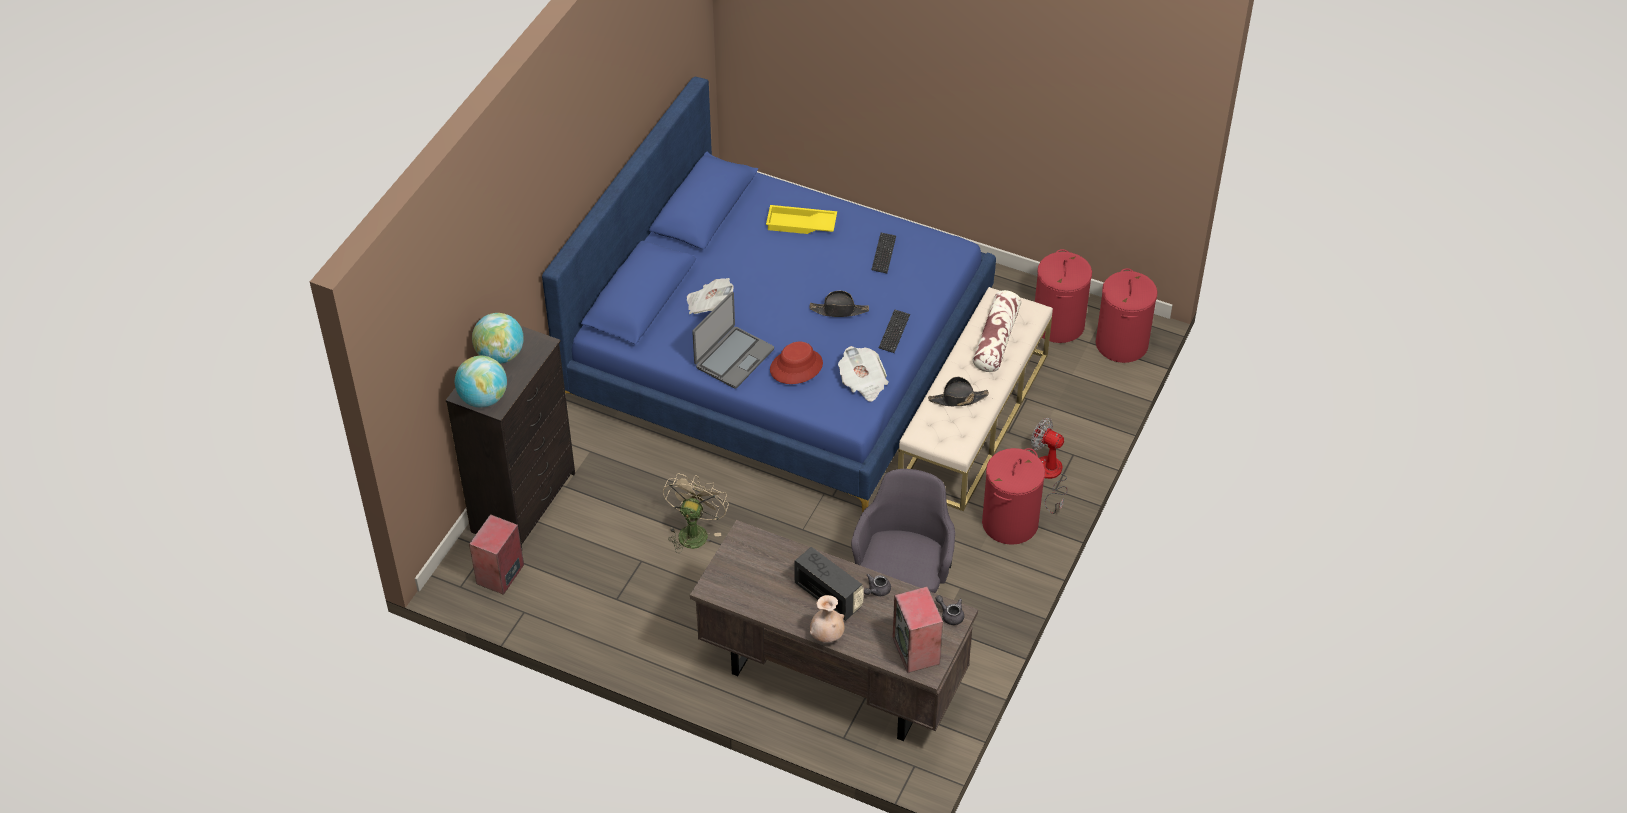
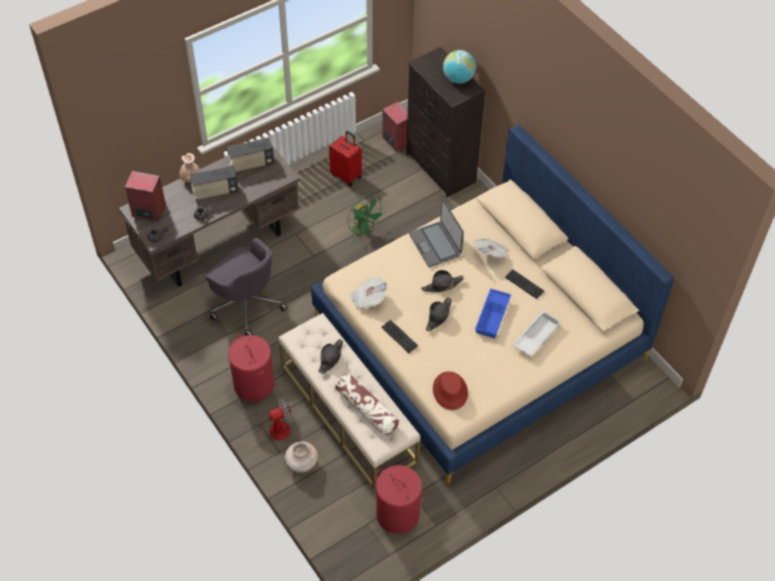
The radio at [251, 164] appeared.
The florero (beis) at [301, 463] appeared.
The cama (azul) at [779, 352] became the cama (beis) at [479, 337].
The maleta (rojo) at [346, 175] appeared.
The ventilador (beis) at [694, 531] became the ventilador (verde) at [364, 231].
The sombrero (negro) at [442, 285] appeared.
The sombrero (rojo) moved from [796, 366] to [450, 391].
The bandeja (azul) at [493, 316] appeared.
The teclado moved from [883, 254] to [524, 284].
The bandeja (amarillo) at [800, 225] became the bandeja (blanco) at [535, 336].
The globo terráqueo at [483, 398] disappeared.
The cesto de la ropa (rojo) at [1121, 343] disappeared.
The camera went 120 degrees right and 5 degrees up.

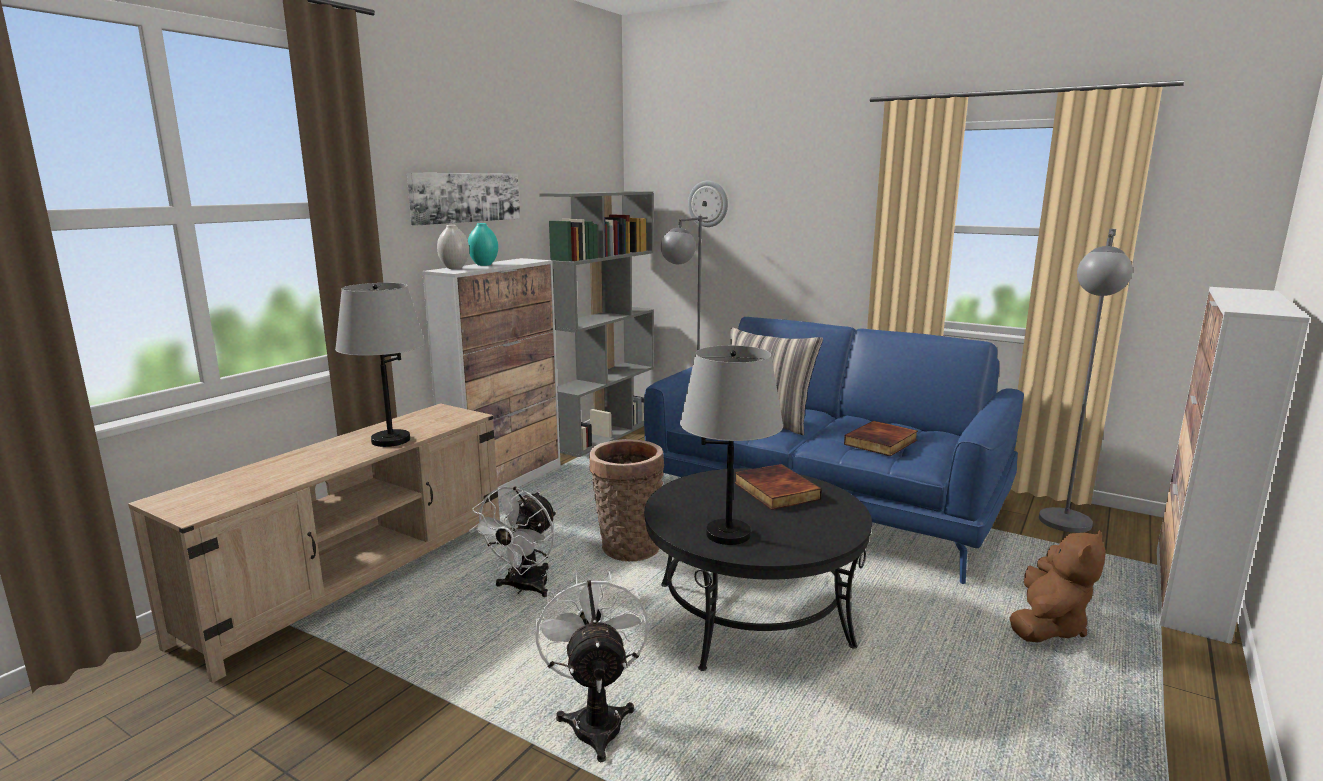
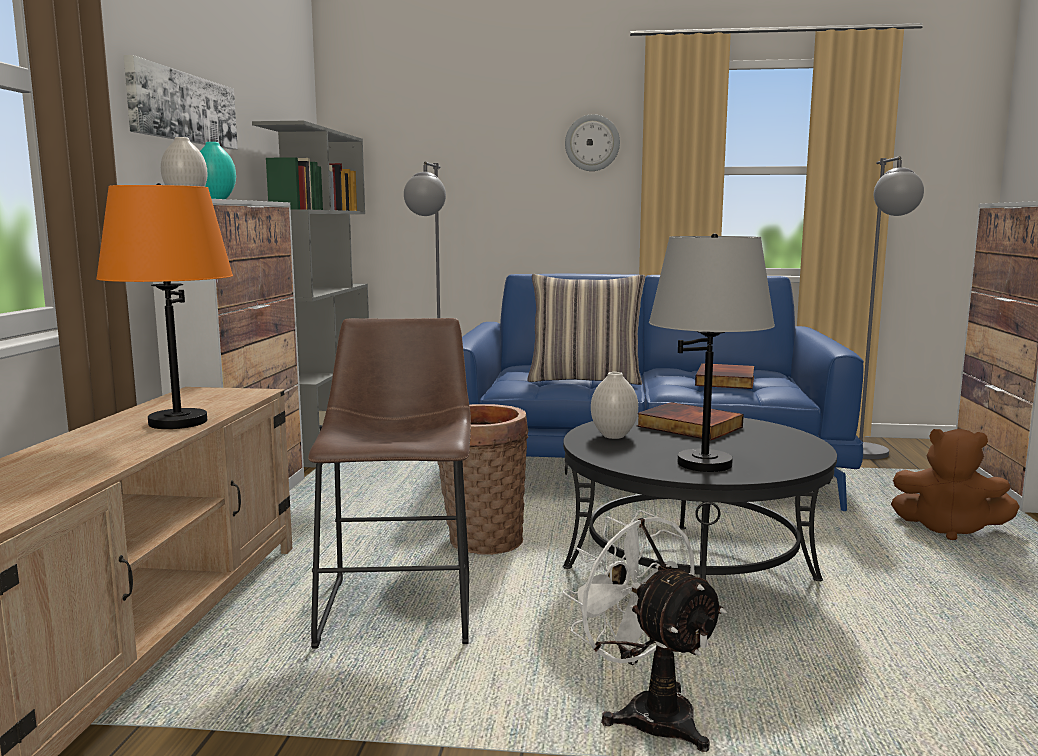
The lámpara de mesa (gris) at [391, 440] became the lámpara de mesa (naranja) at [178, 422].
The ventilador (blanco) at [524, 588] was replaced by the taburete (marrón) at [400, 605].
The reloj de pared moved from [708, 204] to [592, 143].
The florero (blanco) at [613, 436] appeared.
The peluche (marrón) at [1047, 626] turned 105 degrees clockwise.
The camera went 25 degrees left and 5 degrees down.

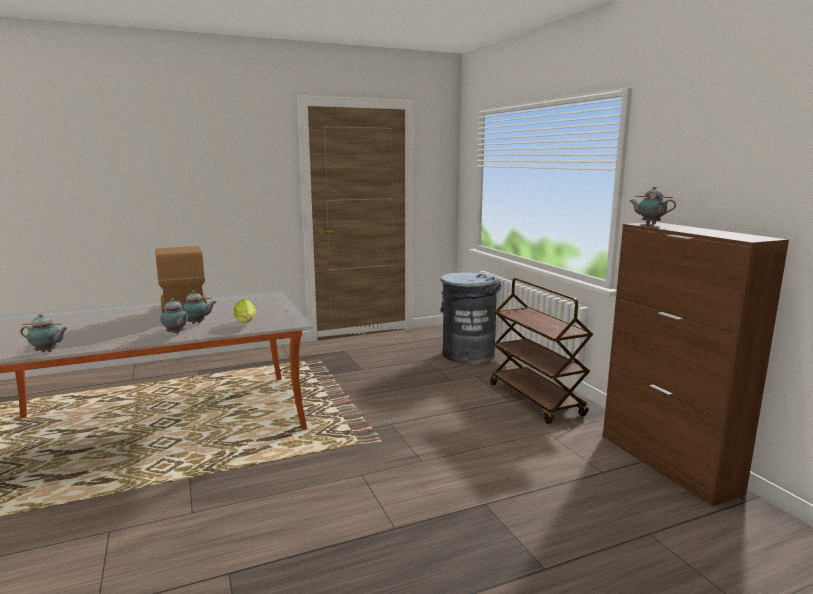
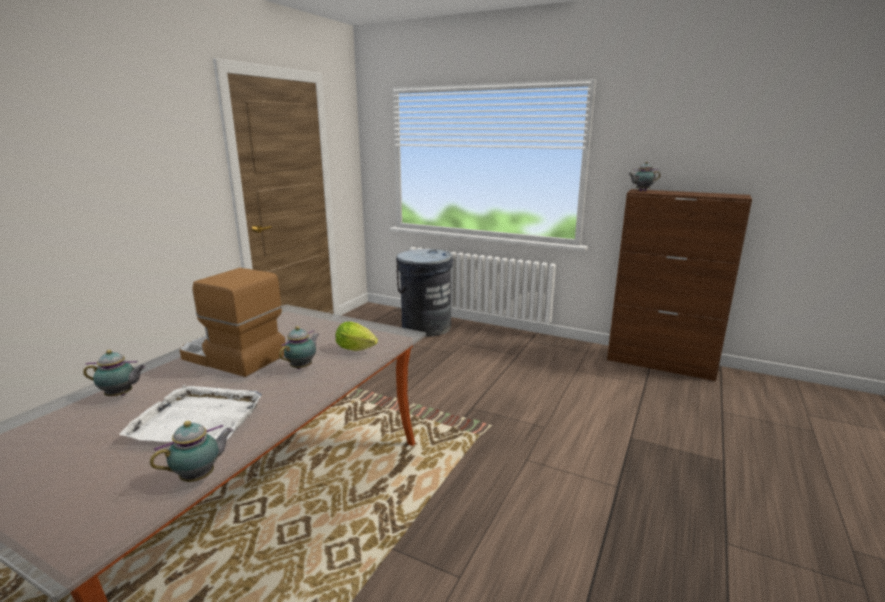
The tetera moved from [176, 333] to [121, 395].
The bandeja (blanco) at [198, 419] appeared.
The carrito (marrón) at [536, 400] disappeared.
The camera went 40 degrees left and 5 degrees up.

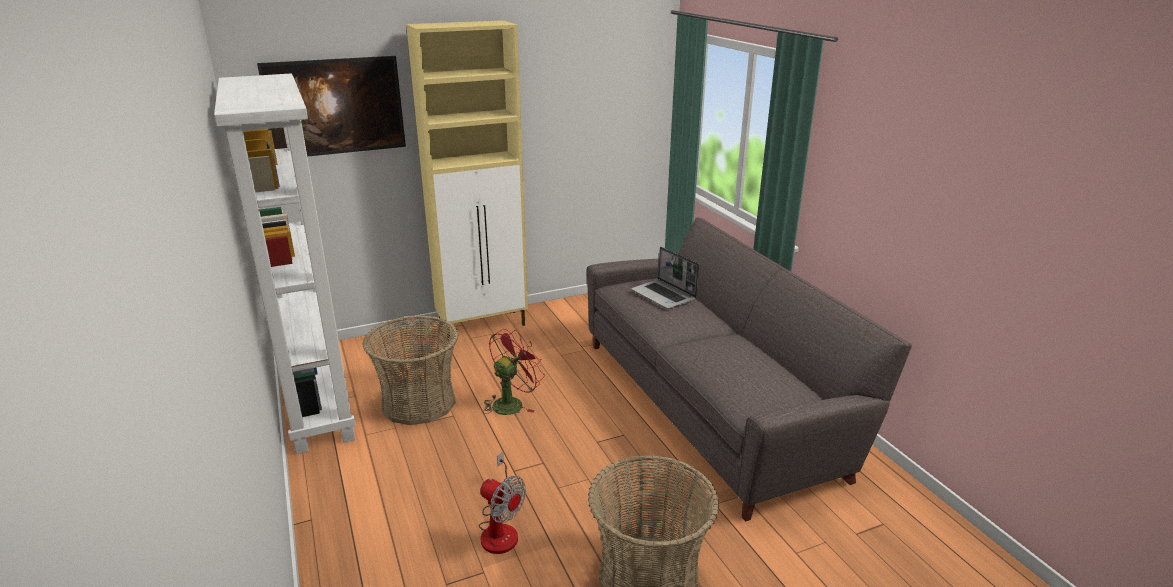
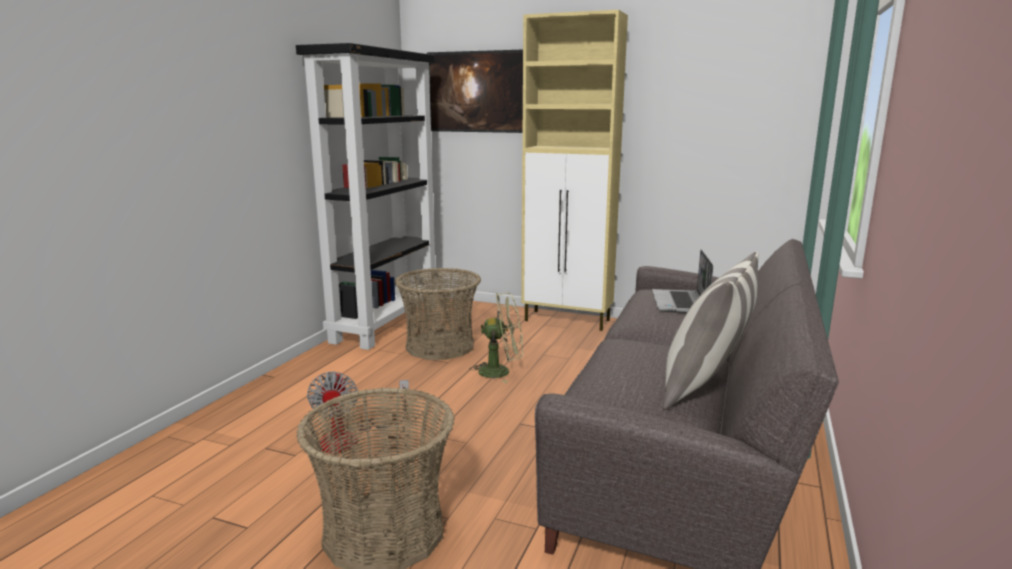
The estantería (blanco) at [316, 401] became the estantería (negro) at [386, 323].
The ventilador (rojo) at [512, 403] became the ventilador (verde) at [501, 371].
The cojín at [706, 387] appeared.
The camera went 45 degrees right and 10 degrees down.

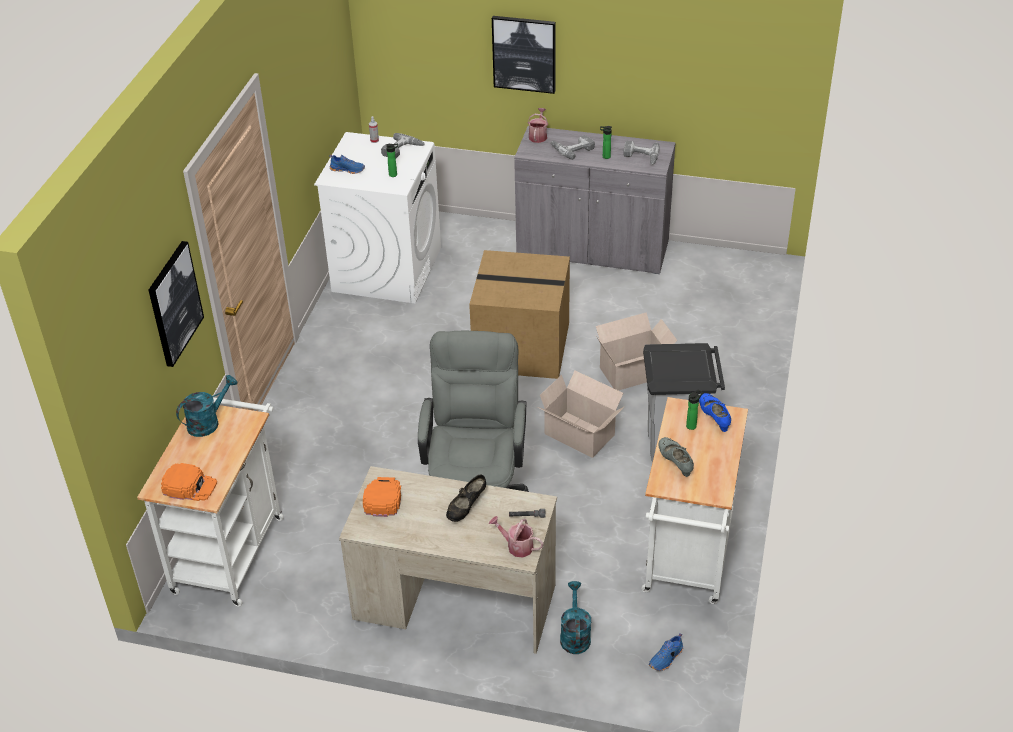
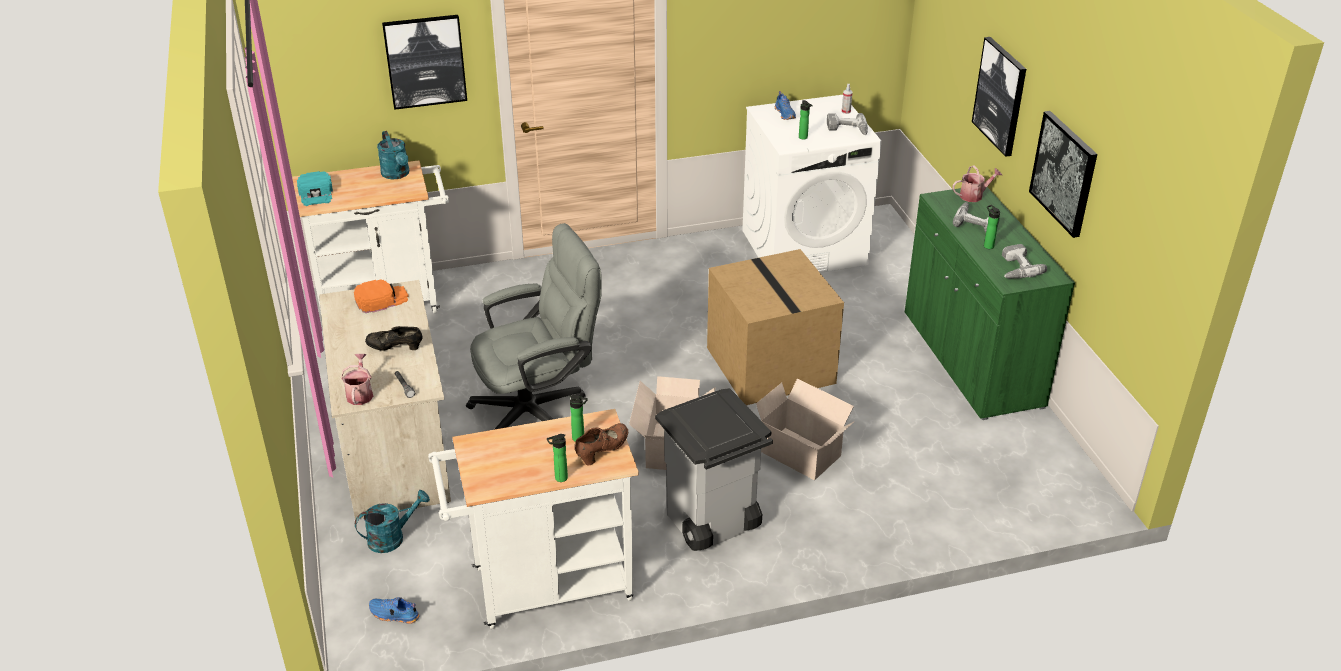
The gorra (naranja) at [190, 486] became the gorra (turquesa) at [316, 193].
The regadera (turquesa) at [208, 422] turned 45 degrees clockwise.
The botella at [559, 478] appeared.
The zapato (azul) at [714, 418] became the zapato (marrón) at [602, 451].
The armario (gris) at [592, 250] became the armario (verde) at [971, 359].
The cuadro at [1064, 173] appeared.
The zapato (gris) at [675, 463] disappeared.
The camera went 60 degrees right and 5 degrees down.

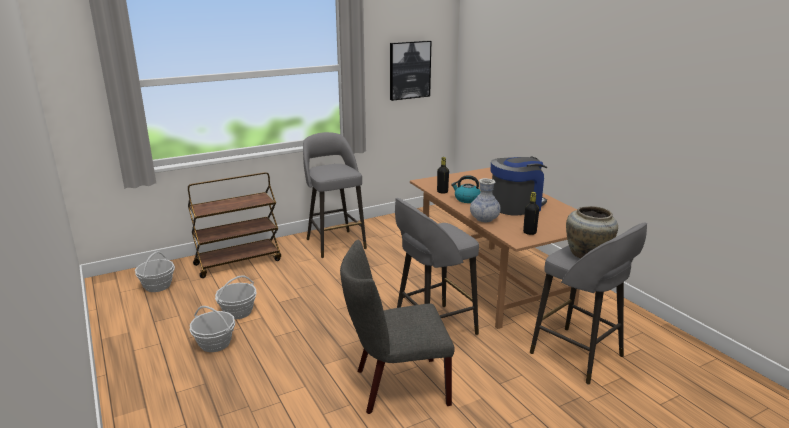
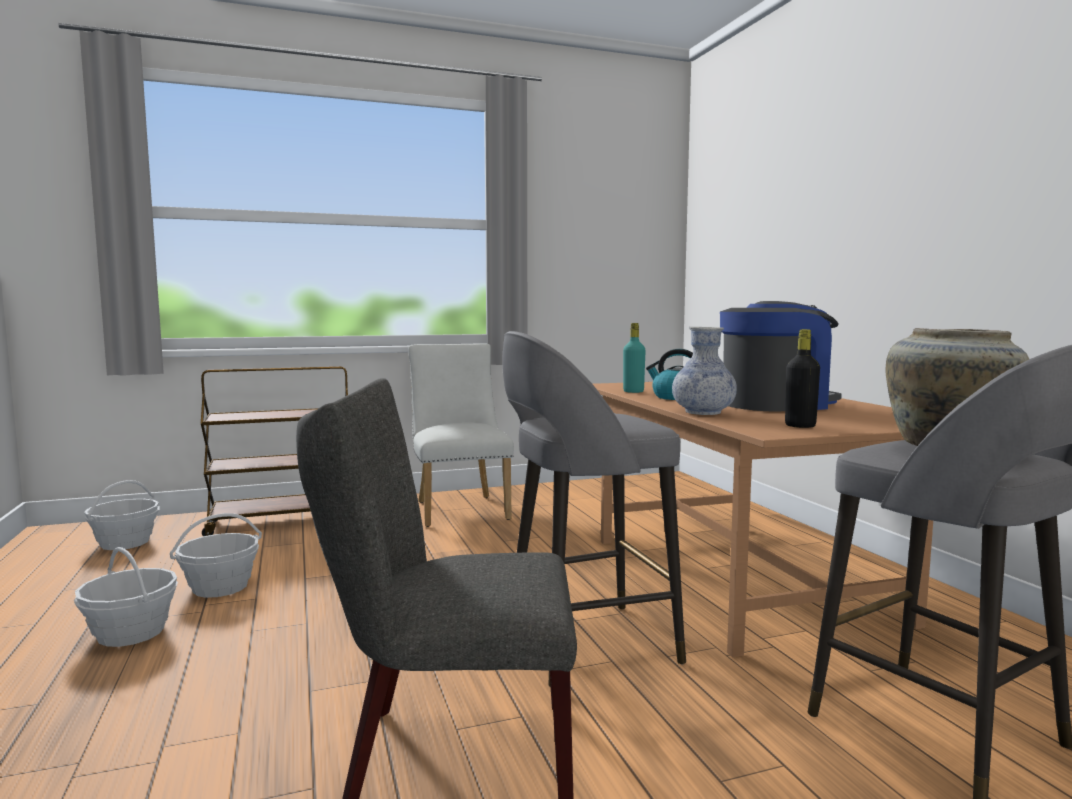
The taburete (gris) at [335, 243] was replaced by the silla (blanco) at [459, 508].
The botella (negro) at [442, 192] became the botella (turquesa) at [633, 391].
The cuadro at [409, 70] disappeared.
The camera went 10 degrees right and 15 degrees down.

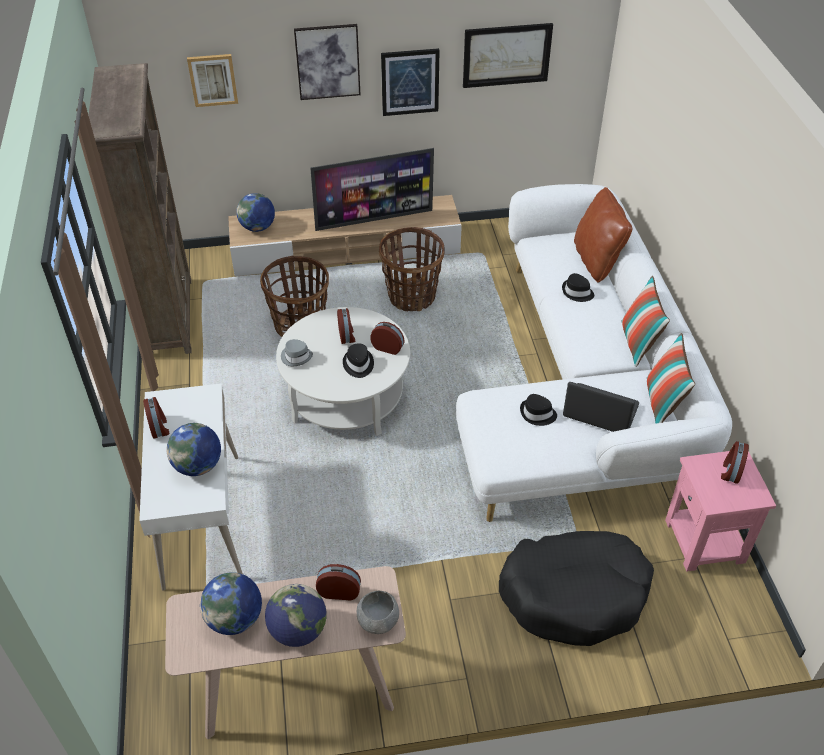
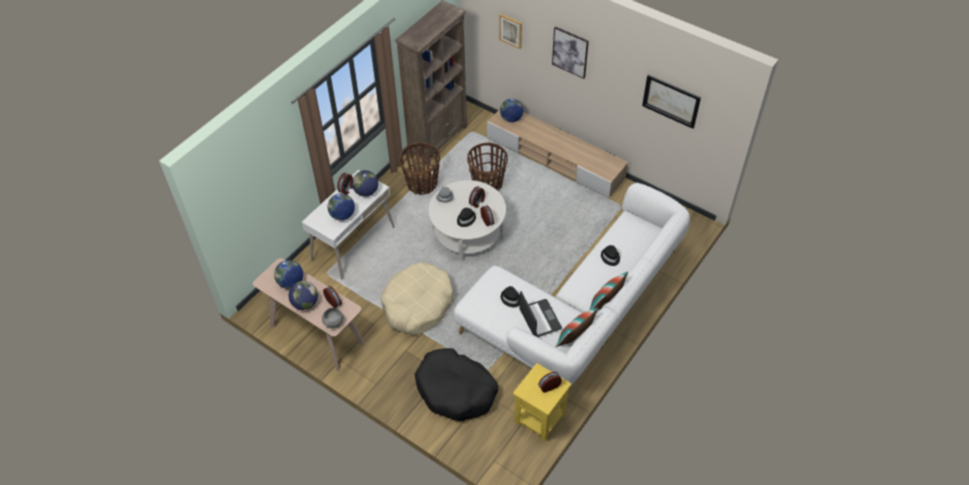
The globo terráqueo at [366, 192] appeared.
The cama para perro (beis) at [417, 305] appeared.
The cesta moved from [412, 296] to [422, 184].
The mesa auxiliar (rosa) at [705, 542] became the mesa auxiliar (amarillo) at [539, 418].
The televisor at [374, 219] disappeared.
The cuadro at [410, 82] disappeared.
The cojín (marrón) at [597, 261] disappeared.
The camera went 45 degrees right and 5 degrees up.

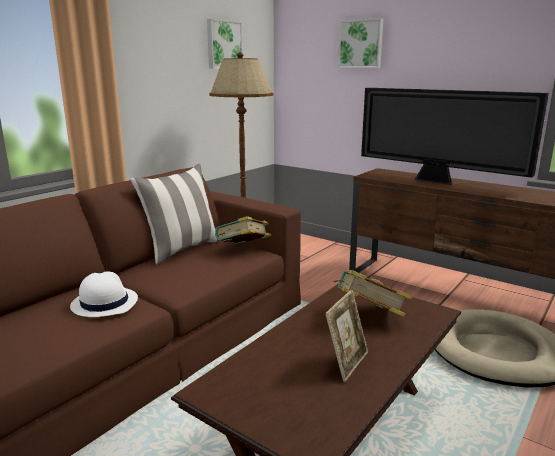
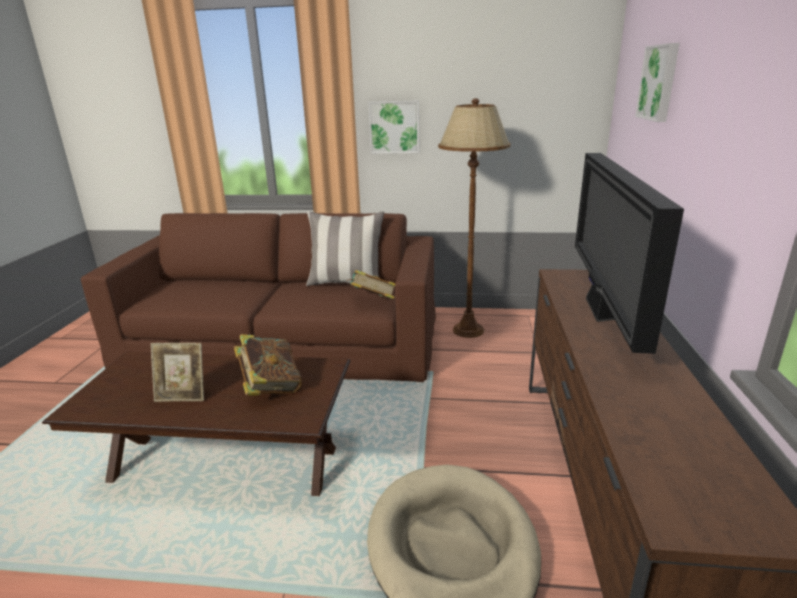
The cuadro moved from [223, 45] to [394, 127].
The sombrero (blanco) at [104, 303] disappeared.
The camera went 60 degrees right and 5 degrees up.

